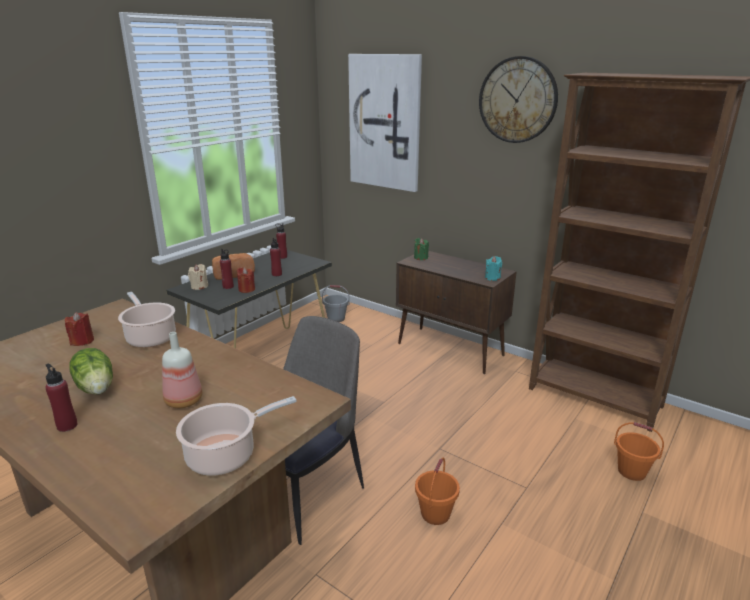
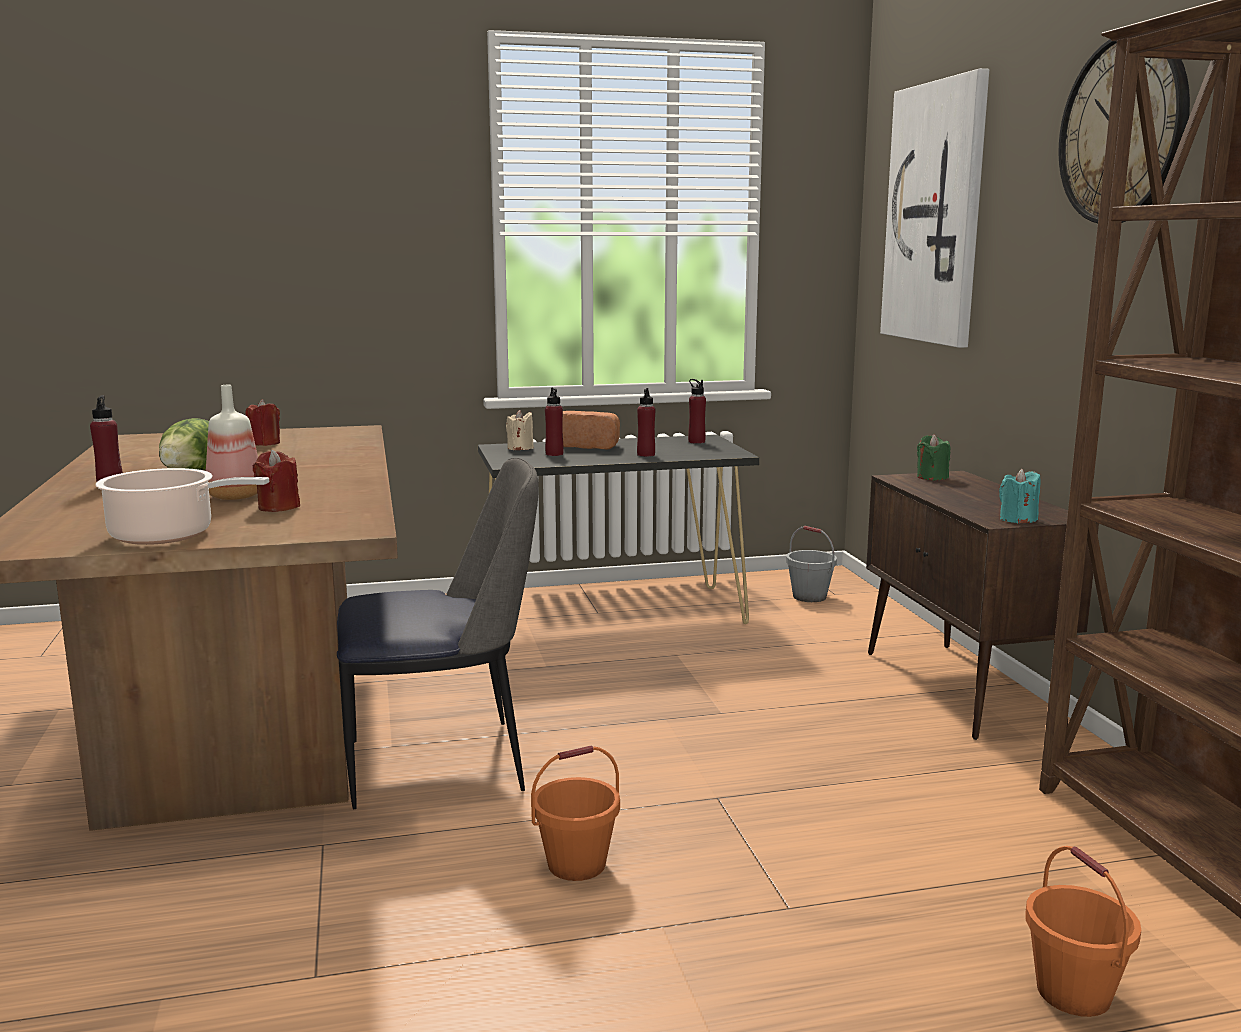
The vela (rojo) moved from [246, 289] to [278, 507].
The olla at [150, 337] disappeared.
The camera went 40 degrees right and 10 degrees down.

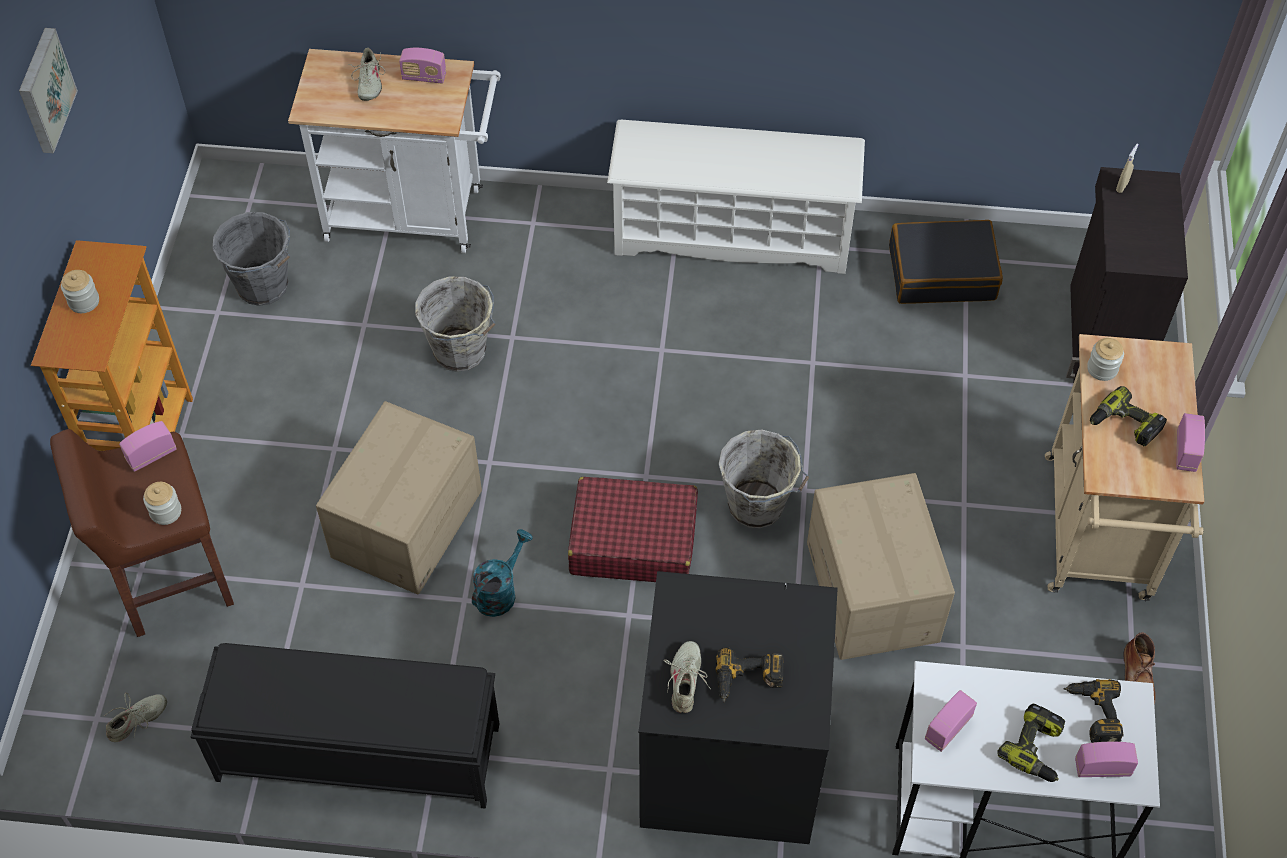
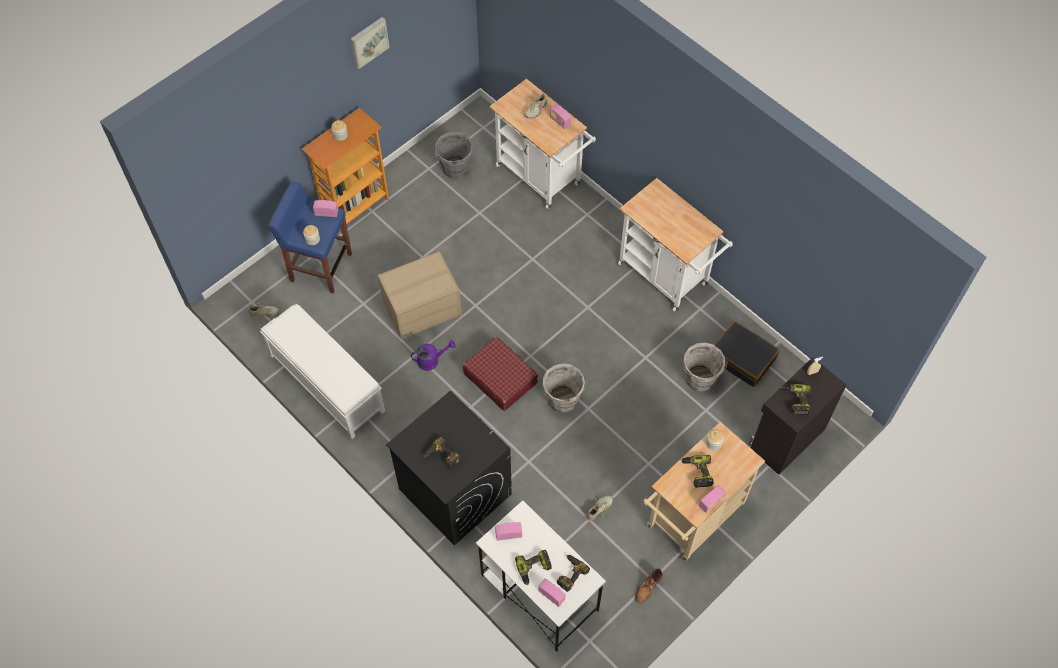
The banco (negro) at [356, 752] became the banco (blanco) at [326, 382].
The taburete (marrón) at [170, 579] became the taburete (azul) at [320, 267].
The regadera (turquesa) at [500, 591] became the regadera (morado) at [432, 360].
The zapato (beis) moved from [686, 681] to [599, 509].
The zapatero (blanco) at [733, 234] was replaced by the carrito (blanco) at [667, 277].
The cubo (gris) moved from [461, 352] to [700, 380].
The taladro at [795, 400] appeared.
The caja de cartón at [873, 592] disappeared.
The camera went 40 degrees right and 5 degrees up.

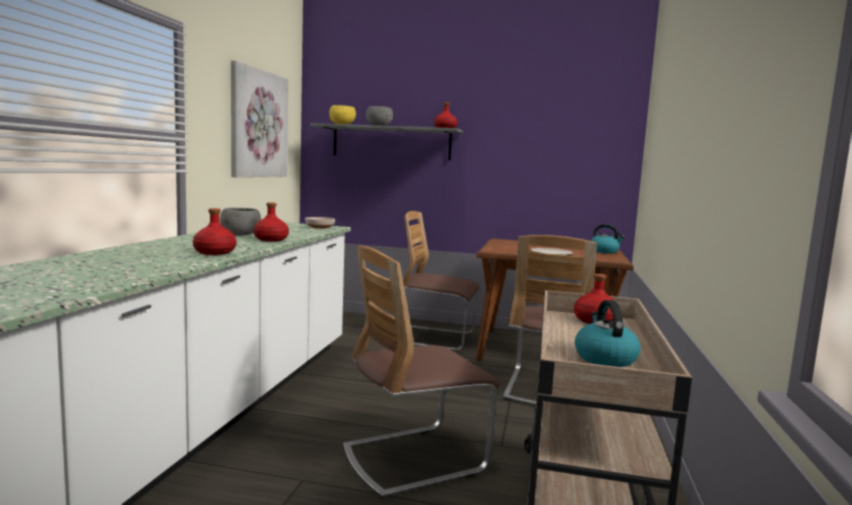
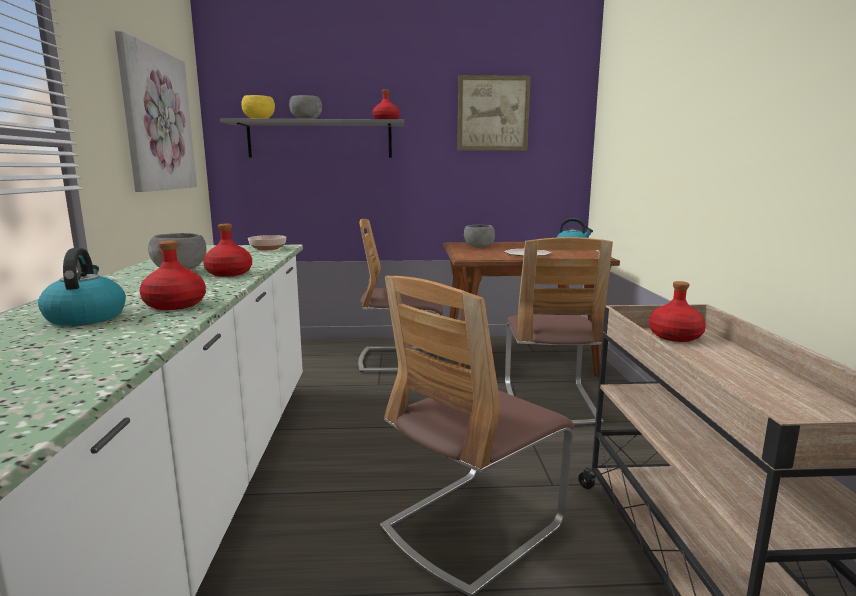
The hervidor moved from [604, 358] to [86, 317].
The cuadro at [493, 113] appeared.
The cuenco (gris) at [478, 247] appeared.
The camera went 15 degrees left and 5 degrees up.

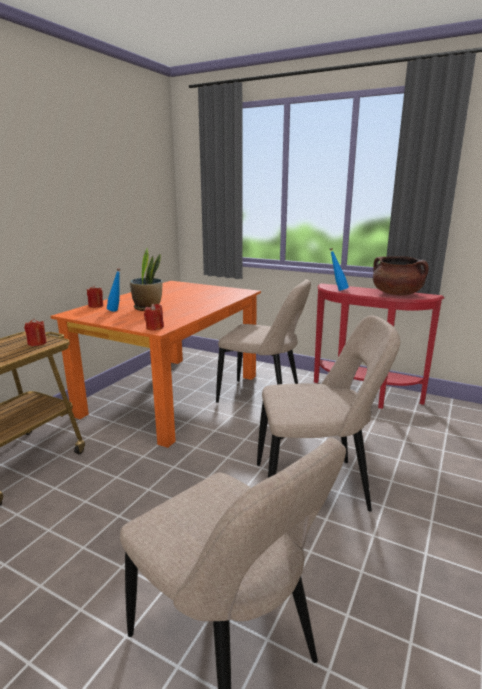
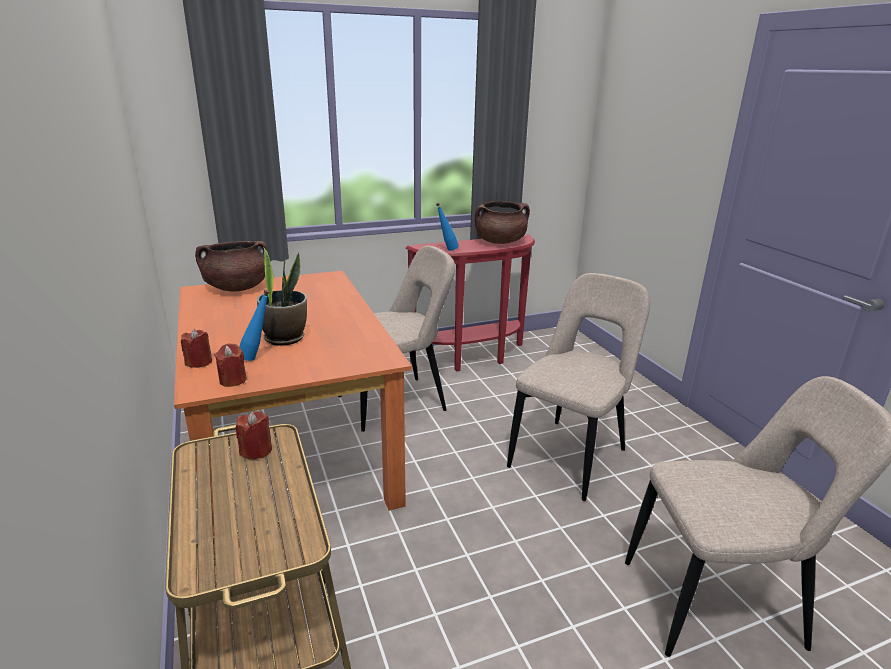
The olla (marrón) at [237, 288] appeared.
The vela (rojo) moved from [154, 328] to [233, 380].
The camera went 50 degrees left and 5 degrees up.

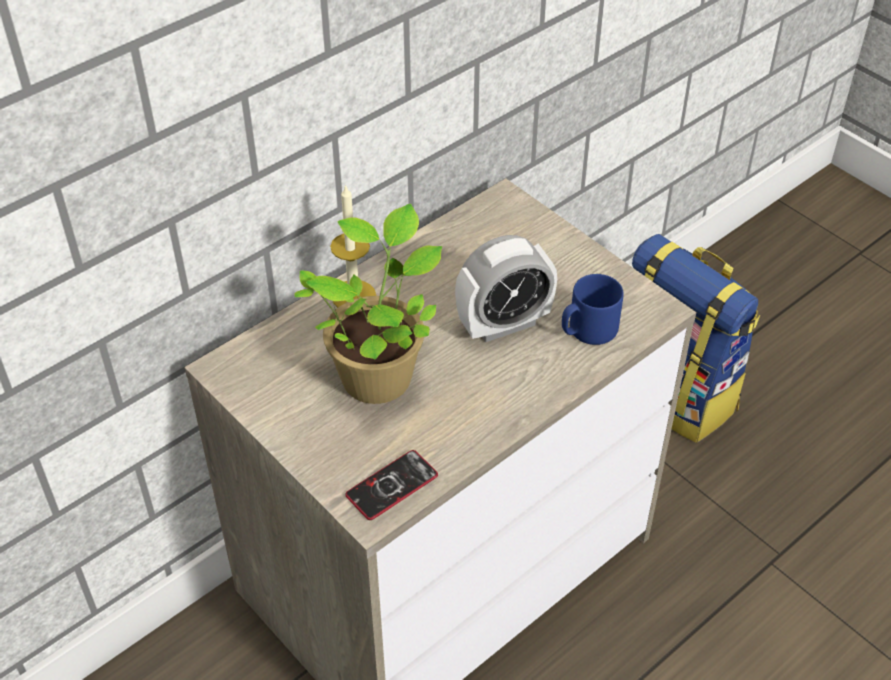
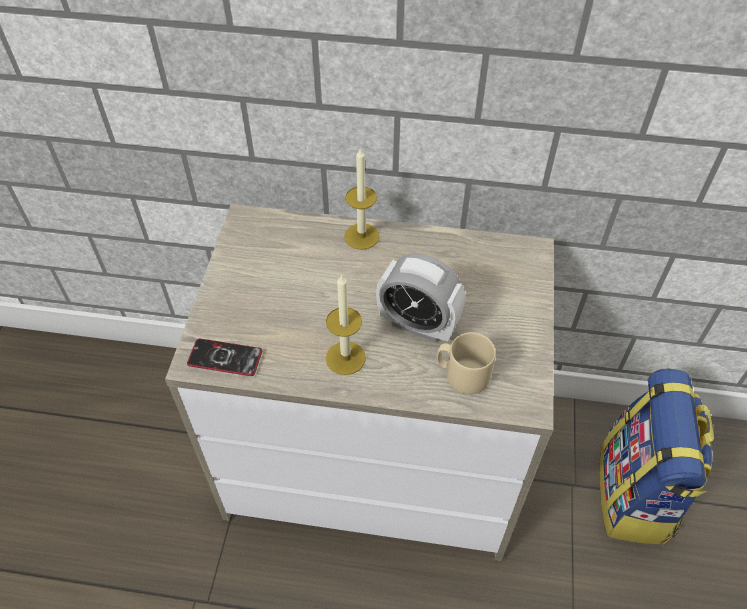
The vela at [345, 358] appeared.
The taza grande (azul) at [587, 330] became the taza grande (beis) at [462, 375].
The planta en maceta at [378, 374] disappeared.
The camera went 50 degrees right and 5 degrees up.

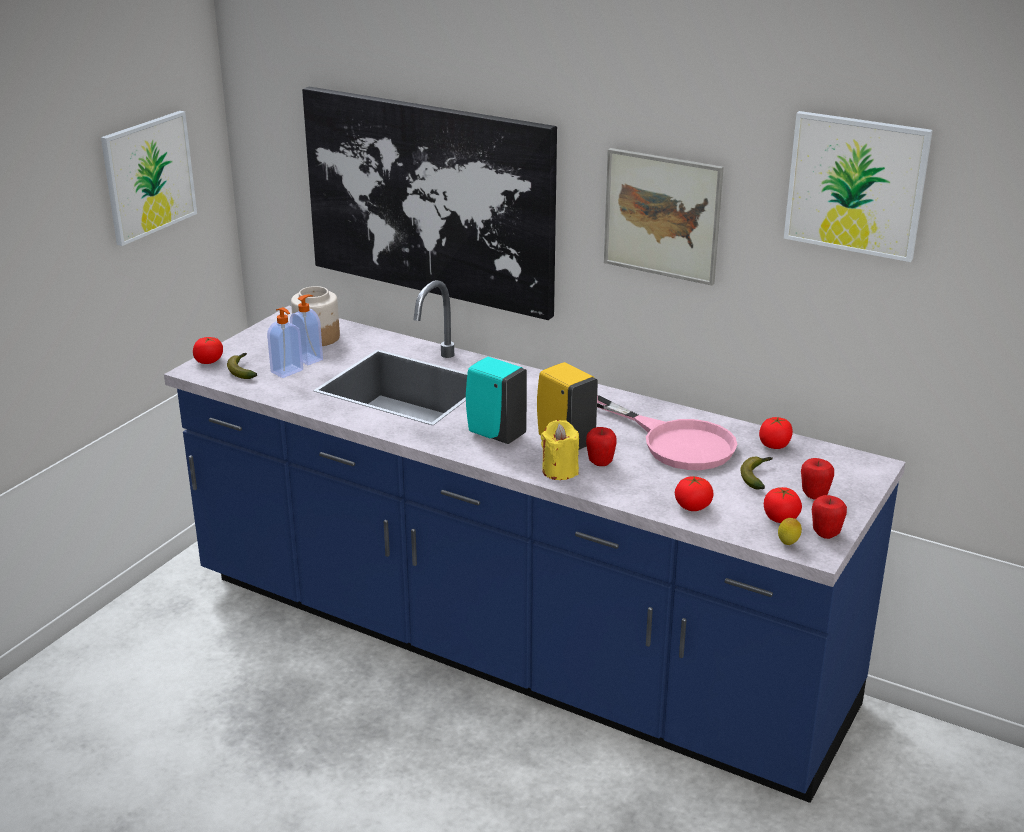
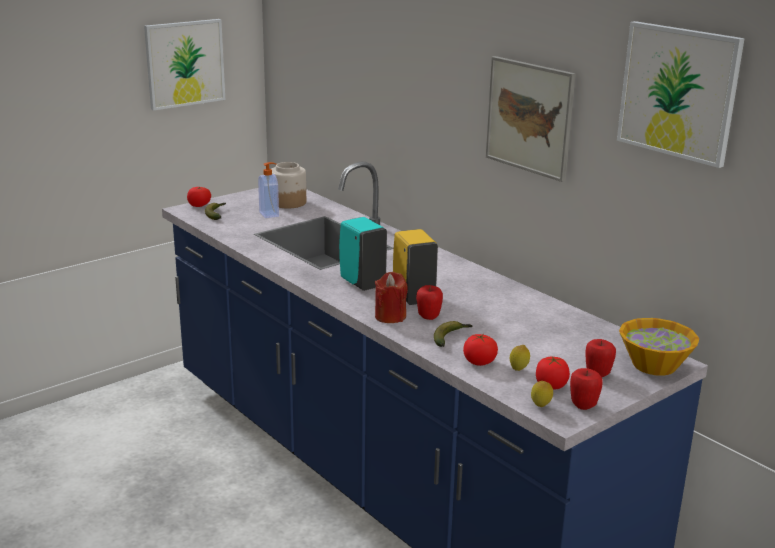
The vela (amarillo) at [560, 471] became the vela (rojo) at [390, 316].
The plátano moved from [757, 476] to [451, 338].
The limón at [518, 370] appeared.
The cuenco at [653, 365] appeared.
The dispensador de jabón at [287, 371] disappeared.
The cuadro at [430, 199] disappeared.
The sartén (rosa) at [676, 442] disappeared.
The tomate at [774, 445] disappeared.
The camera went 20 degrees right and 5 degrees down.

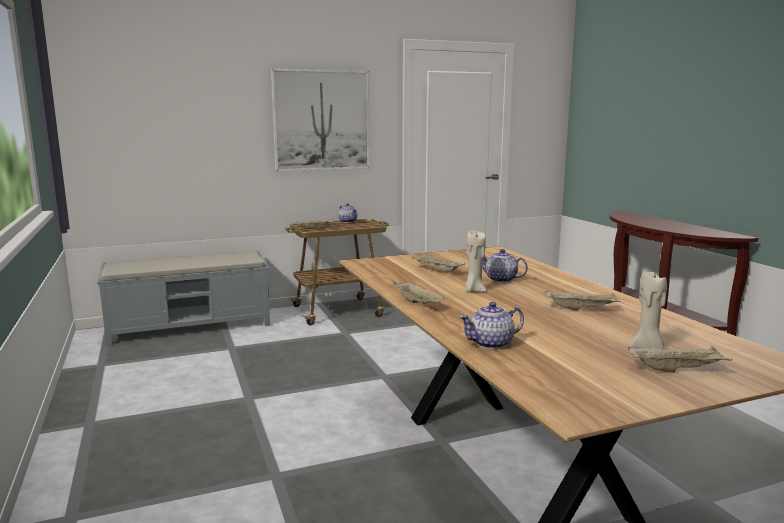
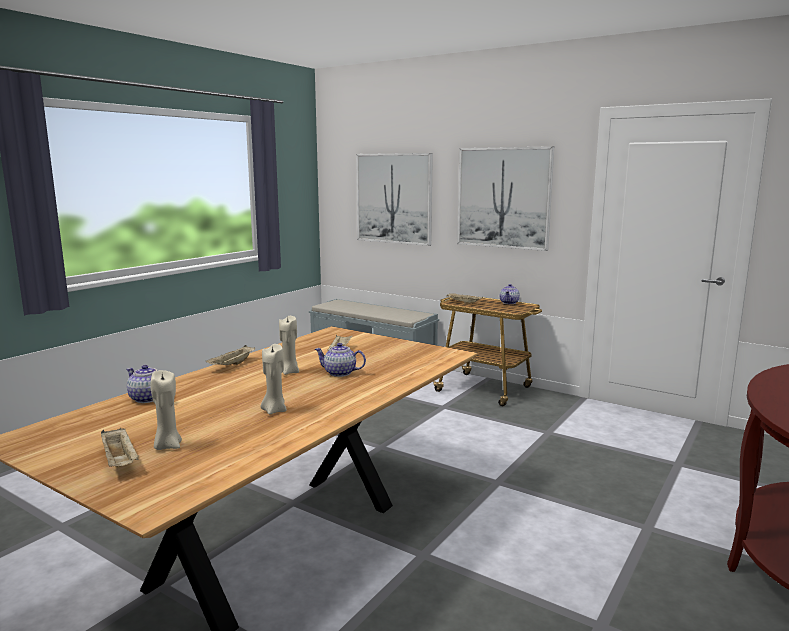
The bandeja (beis) at [581, 309] was replaced by the vela (beis) at [274, 410].
The tetera at [501, 279] turned 75 degrees counterclockwise.
The cuadro at [394, 198] appeared.
The camera went 55 degrees right and 0 degrees up.

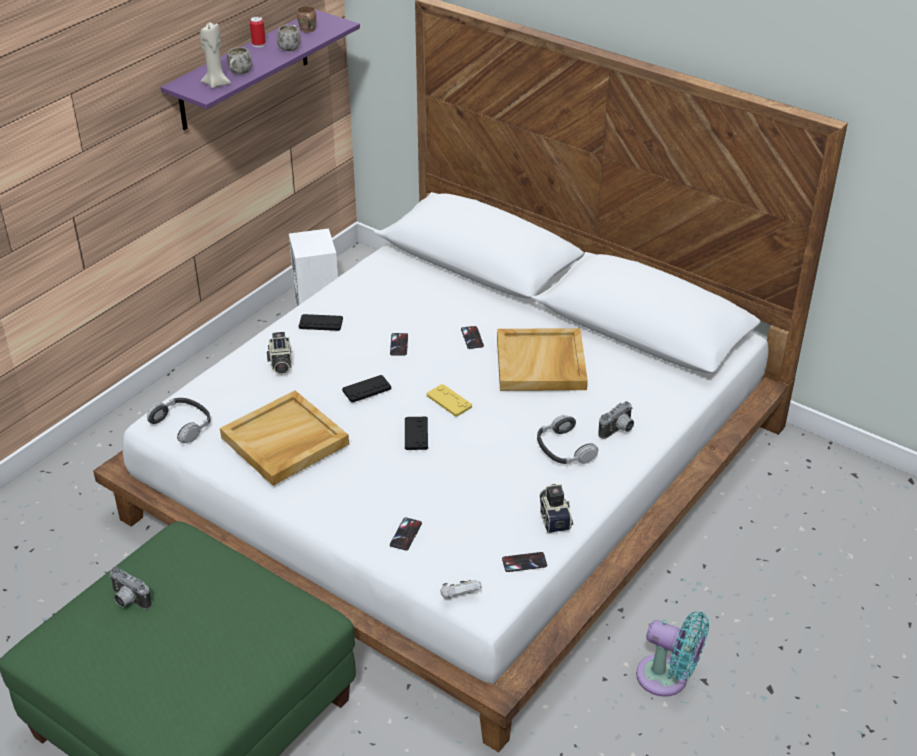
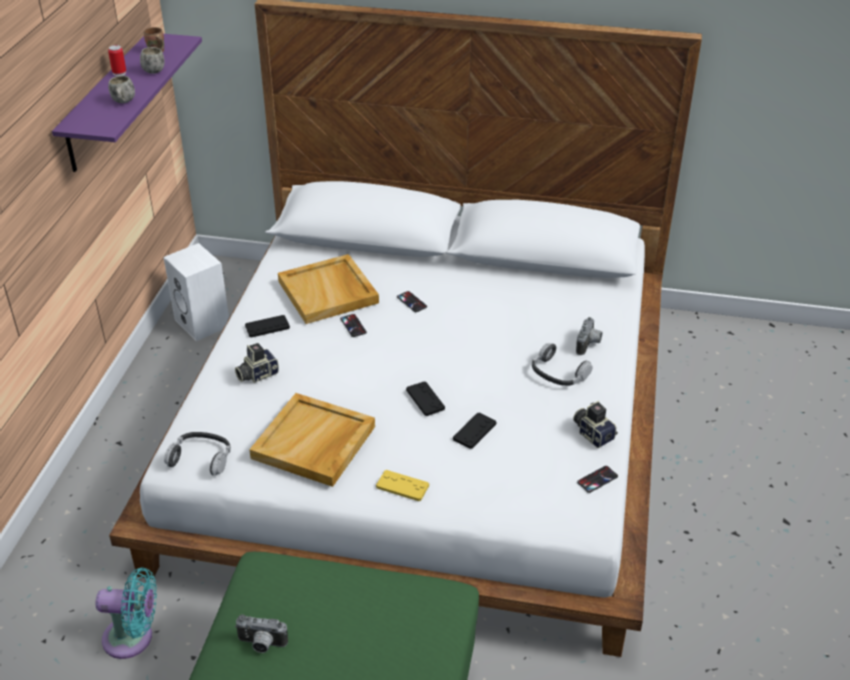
The ventilador (turquesa) moved from [667, 678] to [133, 638].
The cámara at [280, 364] turned 90 degrees clockwise.
The bandeja (beis) moved from [541, 364] to [329, 292].
The mando de consola (amarillo) moved from [449, 401] to [402, 486].
The mando de consola (negro) moved from [366, 389] to [474, 431].
The vela (beis) at [216, 84] disappeared.
The móvil at [406, 534] disappeared.
The mando de consola (blanco) at [459, 596] disappeared.
The camera went 25 degrees left and 0 degrees up.

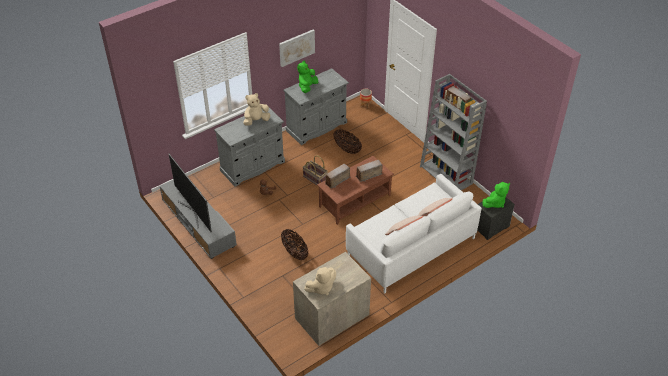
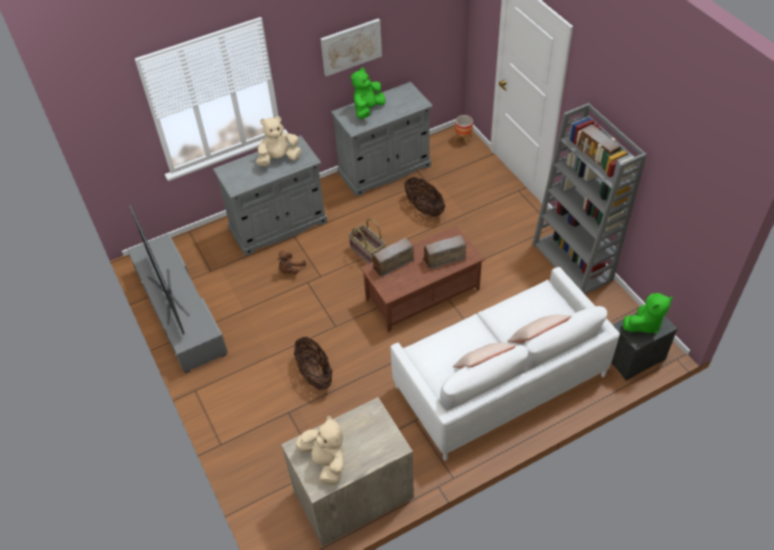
The peluche (beis) at [321, 288] turned 105 degrees counterclockwise.
The camera went 10 degrees right and 5 degrees up.

